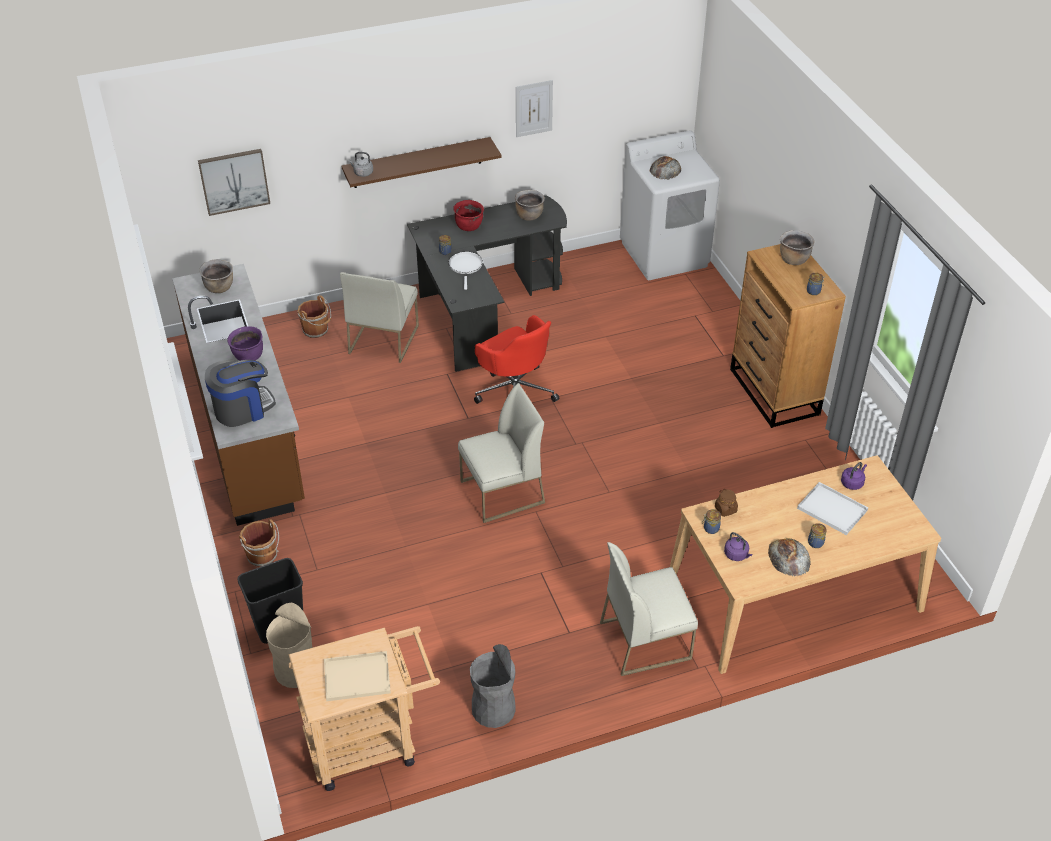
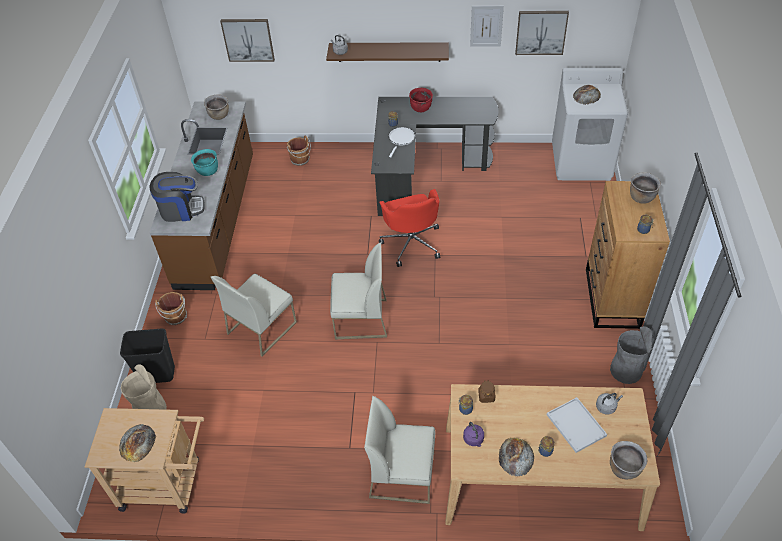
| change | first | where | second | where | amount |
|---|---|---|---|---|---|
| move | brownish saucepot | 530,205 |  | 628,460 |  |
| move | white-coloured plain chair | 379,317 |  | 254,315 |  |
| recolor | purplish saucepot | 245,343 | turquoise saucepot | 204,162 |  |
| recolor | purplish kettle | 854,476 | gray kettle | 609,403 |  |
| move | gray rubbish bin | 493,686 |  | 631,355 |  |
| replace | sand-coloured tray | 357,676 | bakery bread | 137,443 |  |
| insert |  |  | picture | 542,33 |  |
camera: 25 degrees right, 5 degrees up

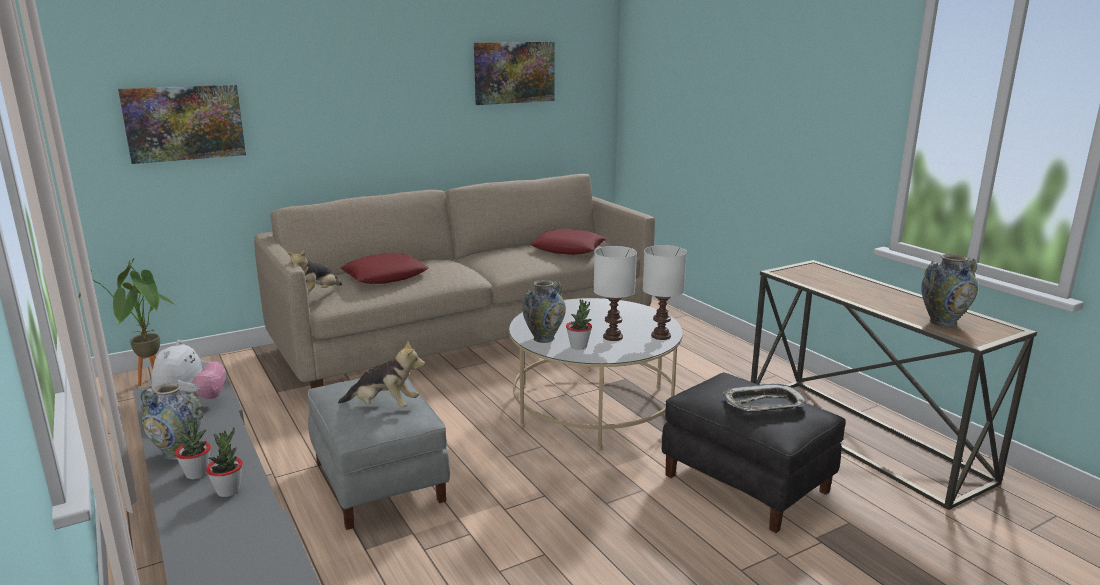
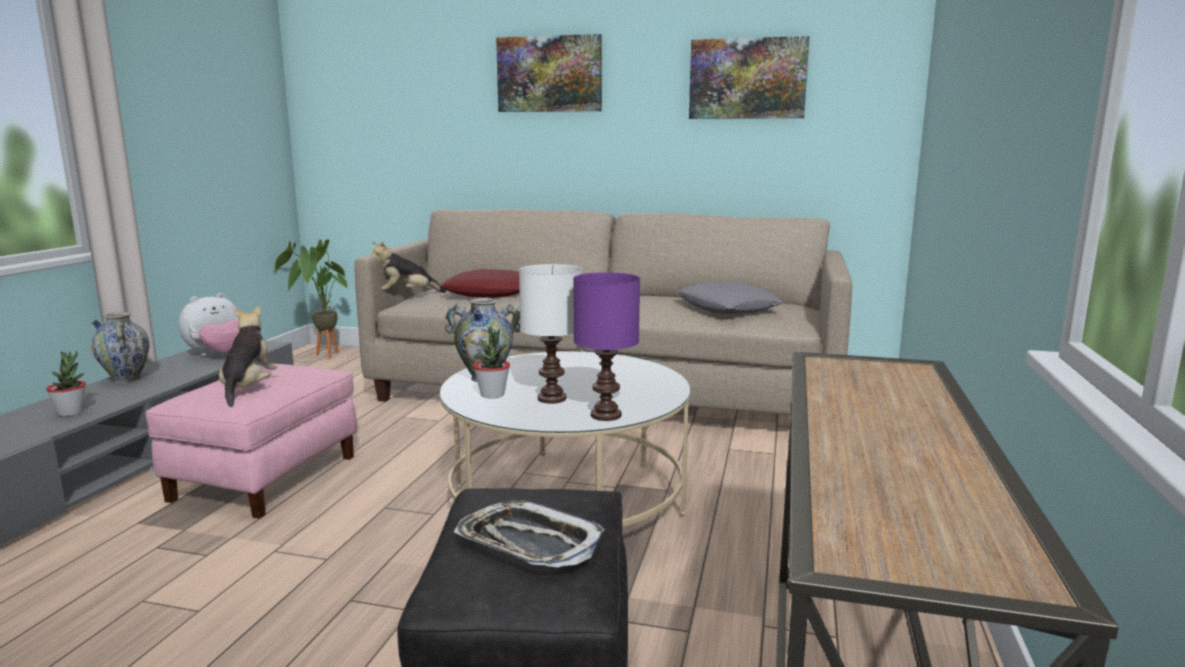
| change | first | where | second | where | amount |
|---|---|---|---|---|---|
| move | picture | 182,124 |  | 549,73 |  |
| recolor | red throw pillow | 568,242 | gray throw pillow | 731,298 |  |
| recolor | white-coloured lamp for a table | 665,292 | purplish lamp for a table | 606,346 |  |
| delete | decorative vase | 949,290 |  |  |  |
| rotate | cuddly toy | 381,374 |  | 248,357 | 150 degrees counterclockwise |
| recolor | gray footrest | 379,454 | pink footrest | 251,441 |  |
| delete | potted plant | 193,448 |  |  |  |
camera: 45 degrees right, 5 degrees down

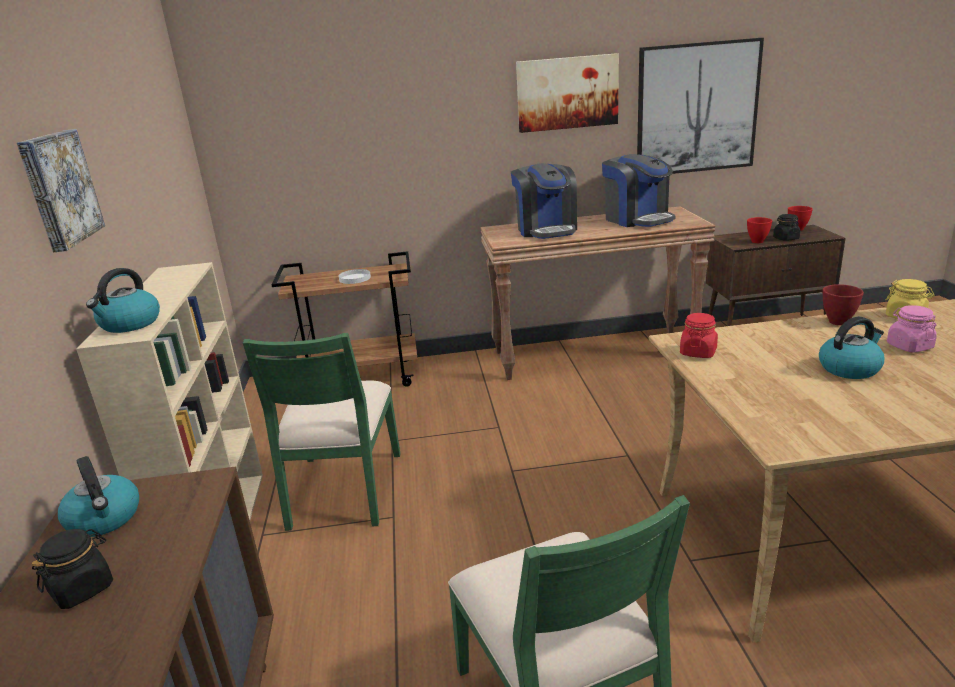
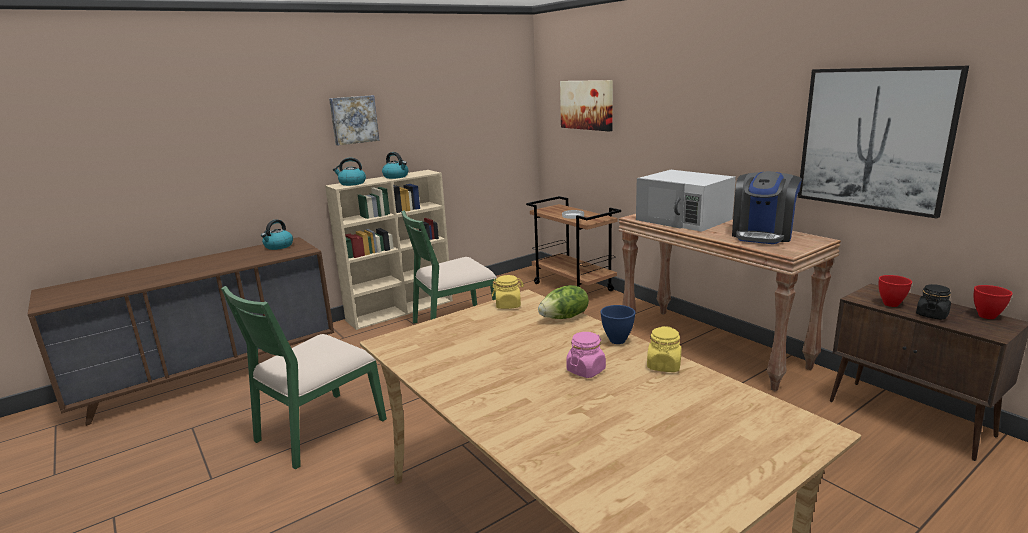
| change | first | where | second | where | amount |
|---|---|---|---|---|---|
| move | picture | 567,93 |  | 586,105 |  |
| replace | coffee brewer | 544,201 | white-coloured microwave oven | 686,201 |  |
| recolor | red bowl | 843,304 | bluish bowl | 617,324 |  |
| recolor | red preserve jar | 699,335 | yellowish preserve jar | 508,292 |  |
| move | kettle | 852,348 |  | 395,165 |  |
| delete | blackish preserve jar | 72,569 |  |  |  |
| insert |  |  | head of lettuce | 563,302 |  |
camera: 60 degrees right, 5 degrees down

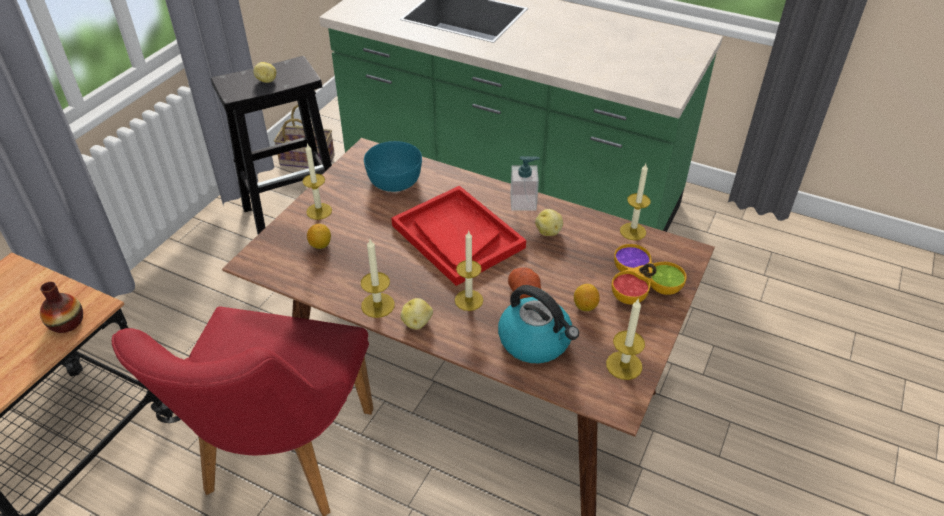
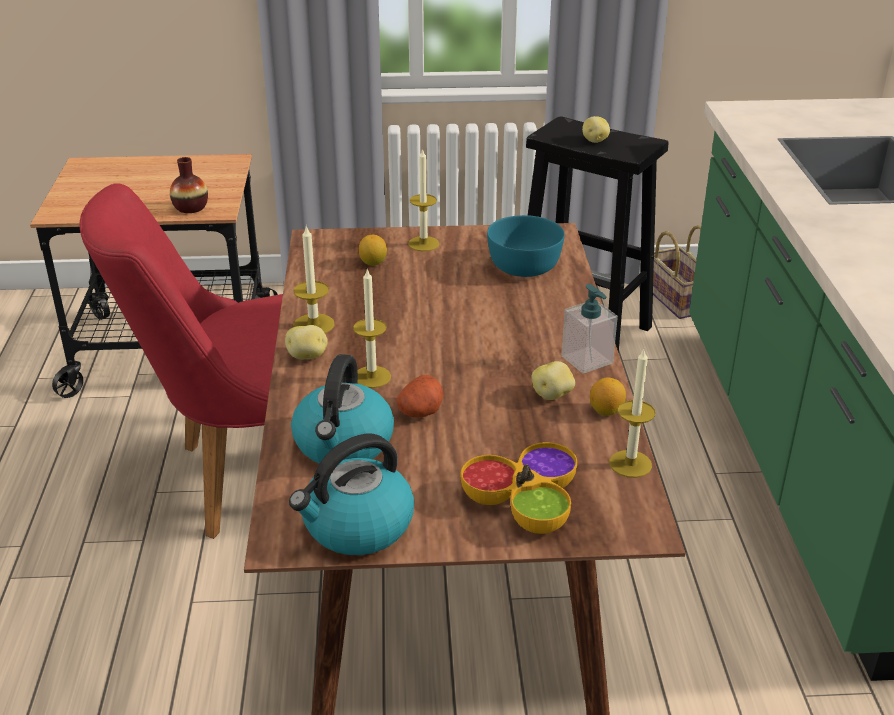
| change | first | where | second | where | amount |
|---|---|---|---|---|---|
| delete | red tray | 458,236 |  |  |  |
| move | lemon | 587,297 |  | 608,397 |  |
| replace | candle | 625,339 | kettle | 351,494 |  |
camera: 60 degrees right, 10 degrees down

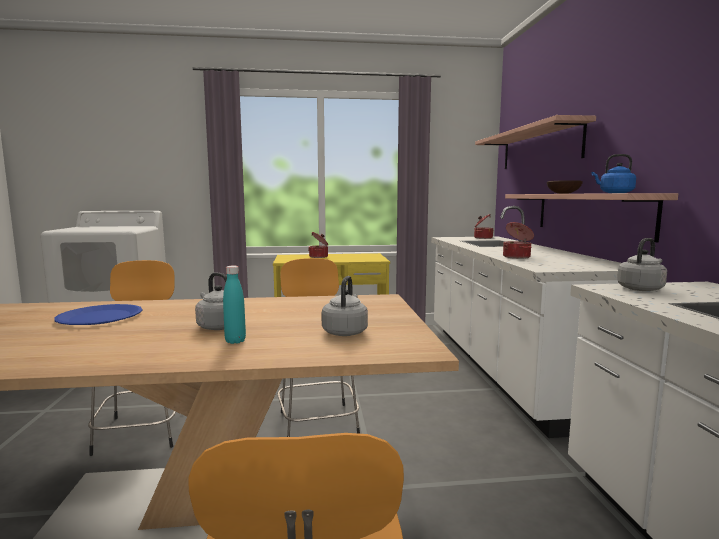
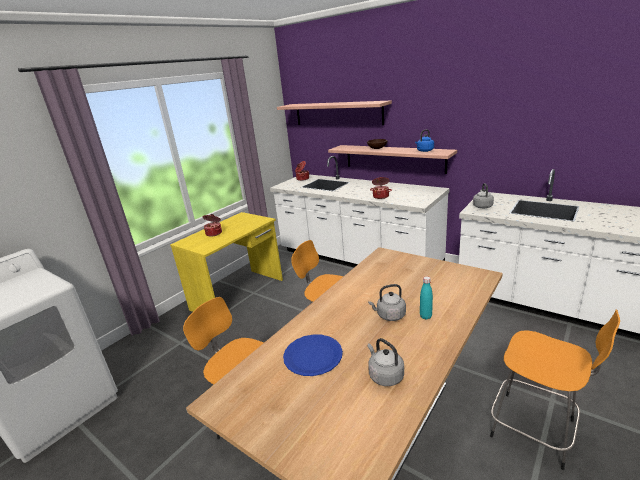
| change | first | where | second | where | amount |
|---|---|---|---|---|---|
| move | gray kettle | 344,306 |  | 385,362 |  |
camera: 45 degrees left, 15 degrees up

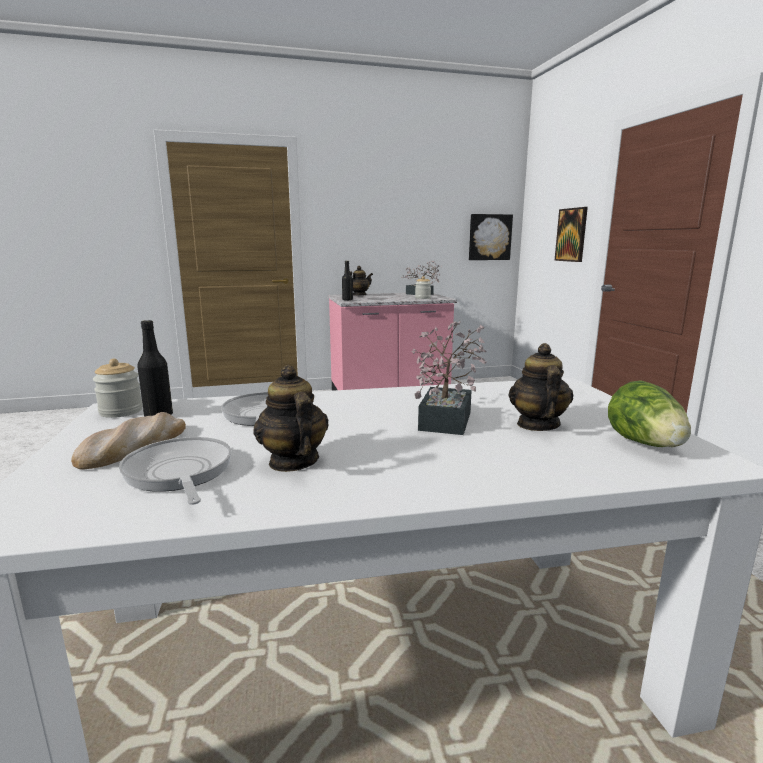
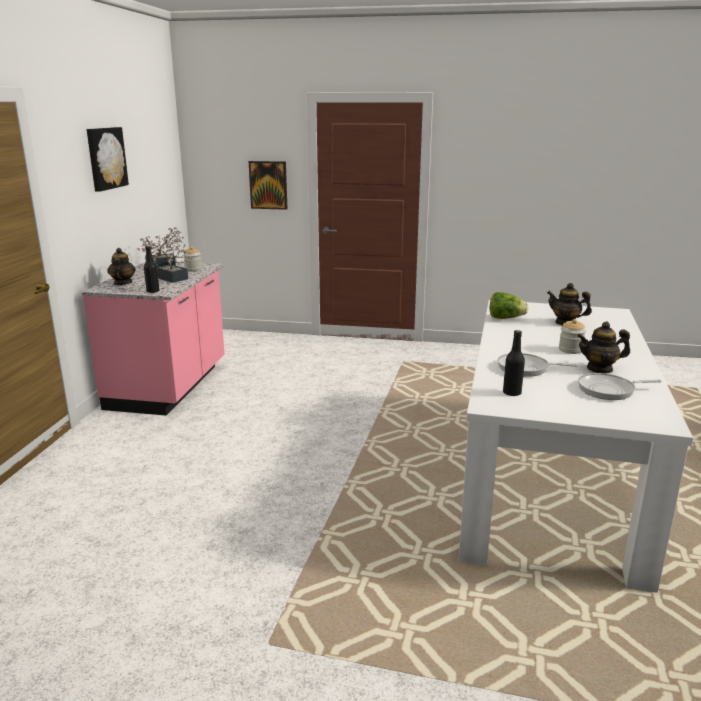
| change | first | where | second | where | amount |
|---|---|---|---|---|---|
| move | picture | 491,237 |  | 108,159 |  |
| move | potted plant | 448,378 |  | 168,259 |  |
| move | preserve jar | 118,388 |  | 572,336 |  |
| move | head of lettuce | 649,413 |  | 508,305 |  |
| delete | bakery bread | 128,441 |  |  |  |
camera: 65 degrees left, 5 degrees up

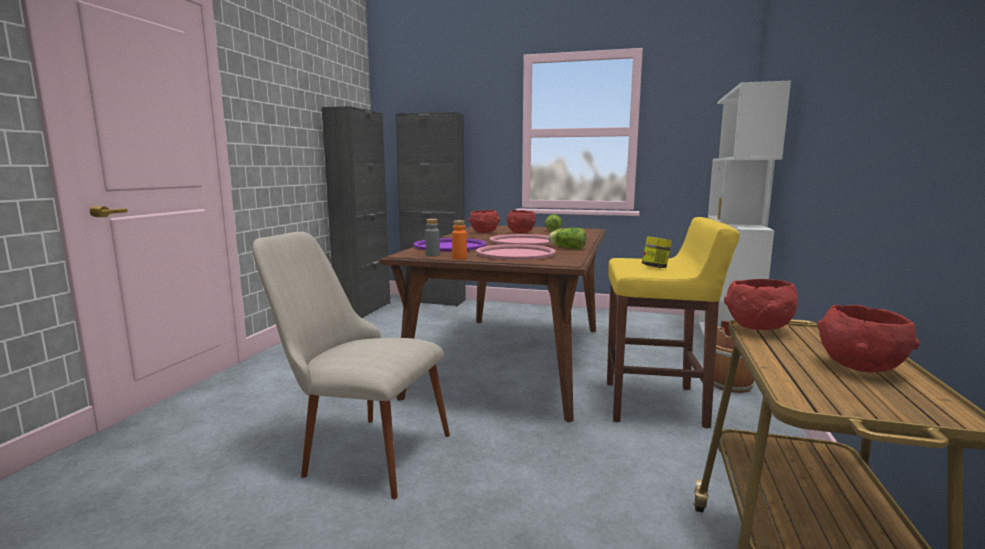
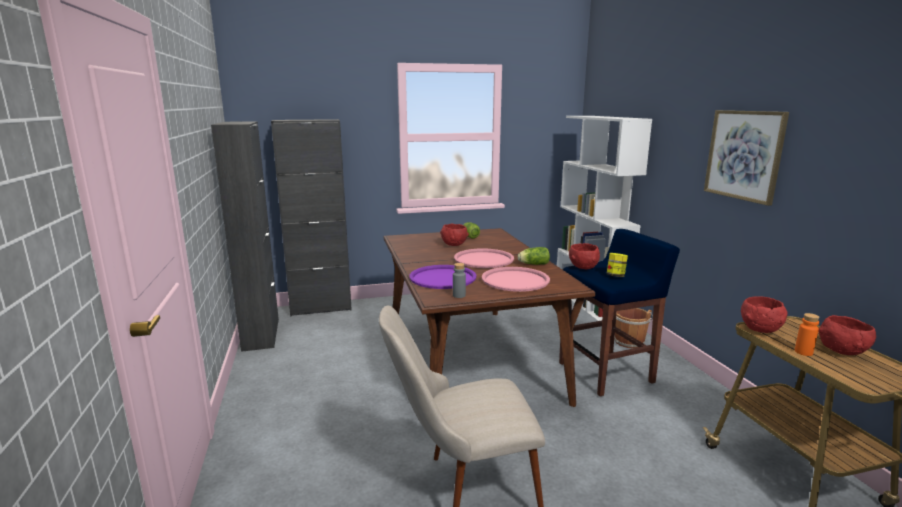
| change | first | where | second | where | amount |
|---|---|---|---|---|---|
| move | red bowl | 484,221 |  | 584,256 |  |
| recolor | yellowish sitting stool | 673,322 | bluish sitting stool | 619,312 |  |
| move | orange bottle | 459,239 |  | 807,334 |  |
| insert |  |  | picture | 746,158 |  |
camera: 30 degrees left, 5 degrees up

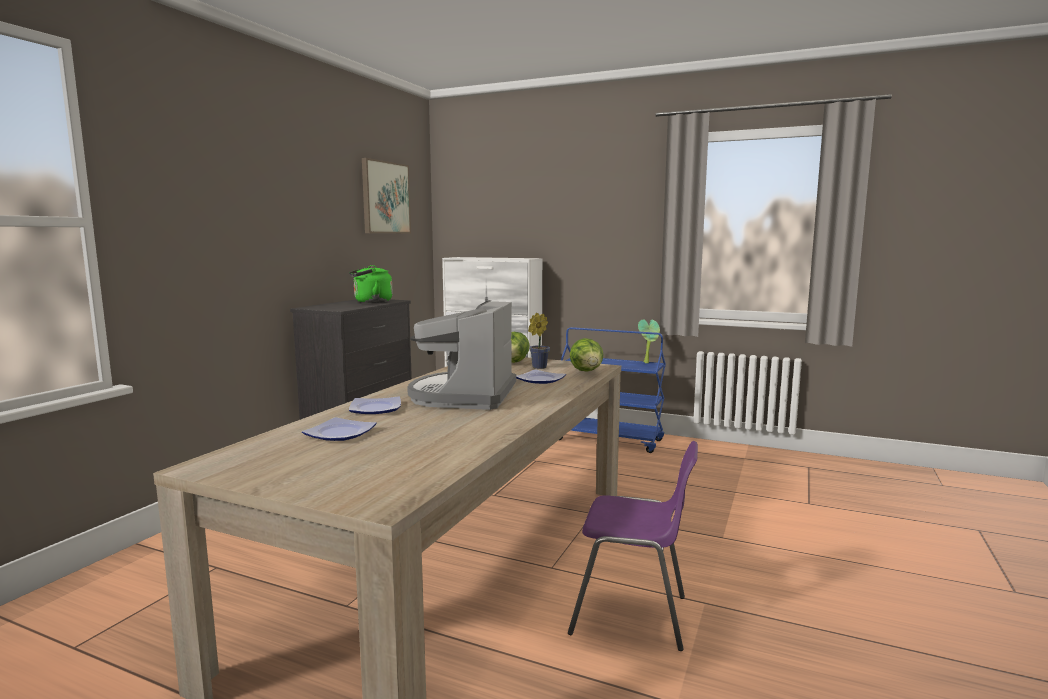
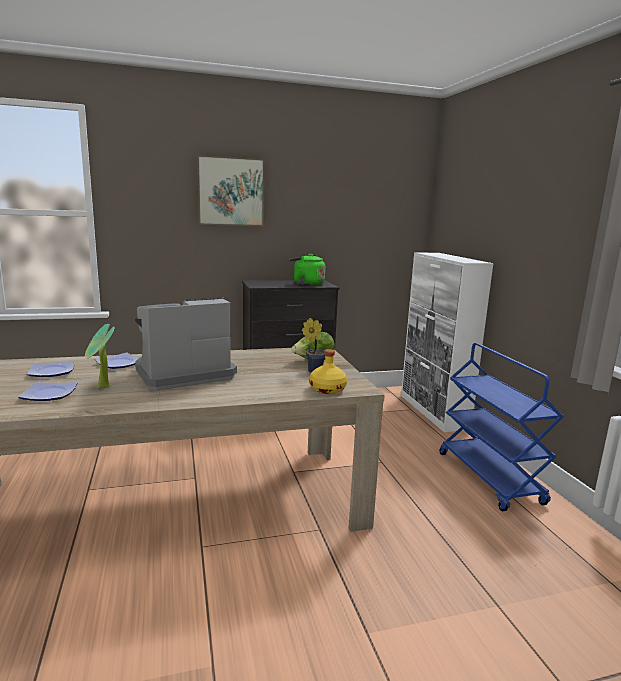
| change | first | where | second | where | amount |
|---|---|---|---|---|---|
| move | picture | 386,195 |  | 231,191 |  |
| move | potted plant | 649,341 |  | 100,356 |  |
| replace | head of lettuce | 586,355 | yellowish bottle | 328,371 |  |
| move | flat dish | 541,376 |  | 48,391 |  |
| delete | purplish plain chair | 633,546 |  |  |  |
camera: 50 degrees right, 5 degrees up

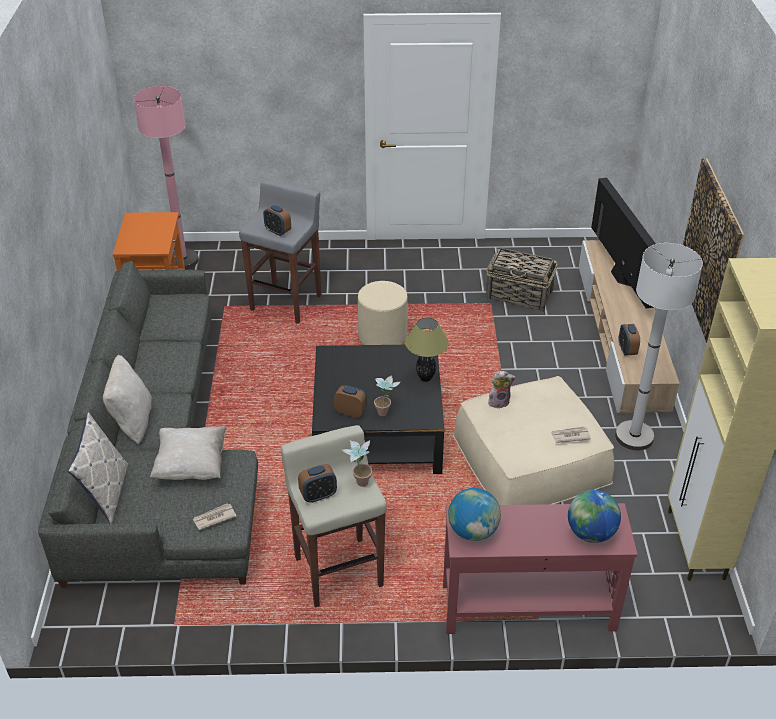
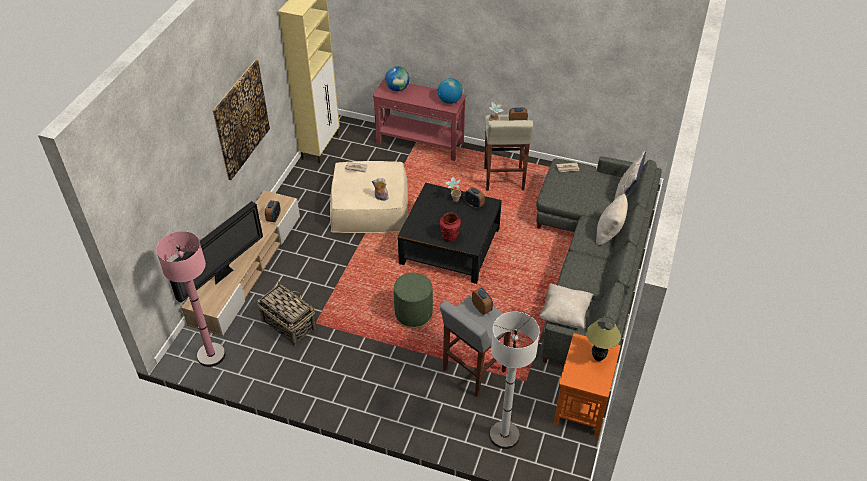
| change | first | where | second | where | amount |
|---|---|---|---|---|---|
| move | pink standard lamp | 166,177 |  | 191,299 |  |
| rotate | TV set | 623,243 |  | 216,252 | 150 degrees counterclockwise |
| move | white-coloured standard lamp | 659,347 |  | 515,380 |  |
| recolor | sand-coloured footrest | 383,313 | green-coloured footrest | 413,300 |  |
| move | lamp for a table | 427,349 |  | 603,339 |  |
| move | sand-coloured throw pillow | 188,453 |  | 566,306 |  |
| insert |  |  | red decorative vase | 450,227 |  |
camera: 160 degrees left, 5 degrees up

